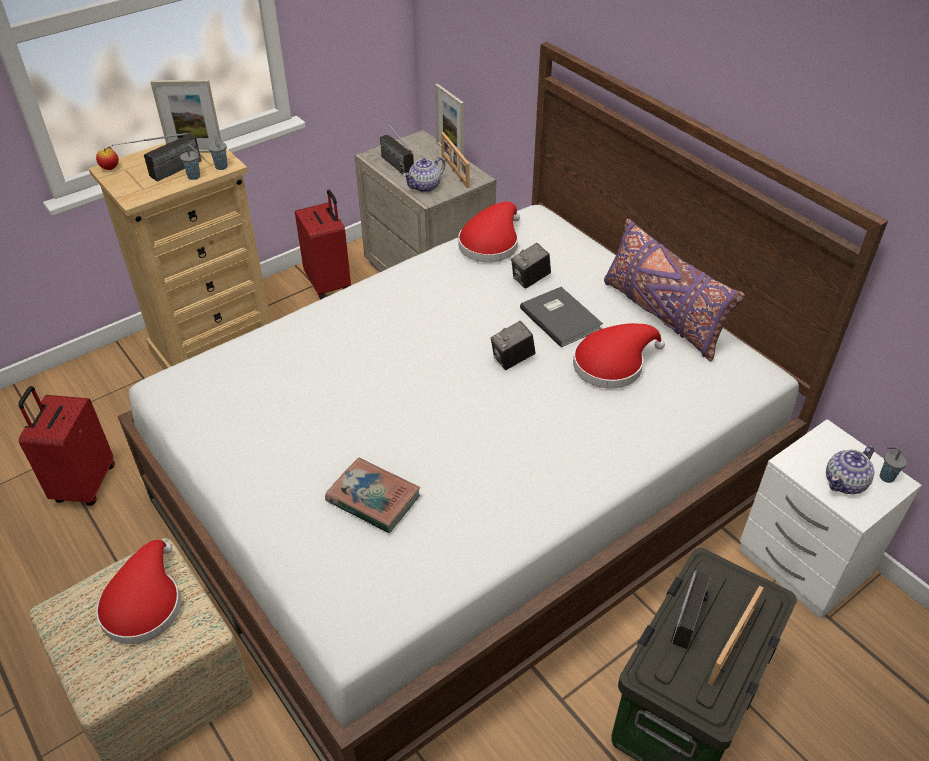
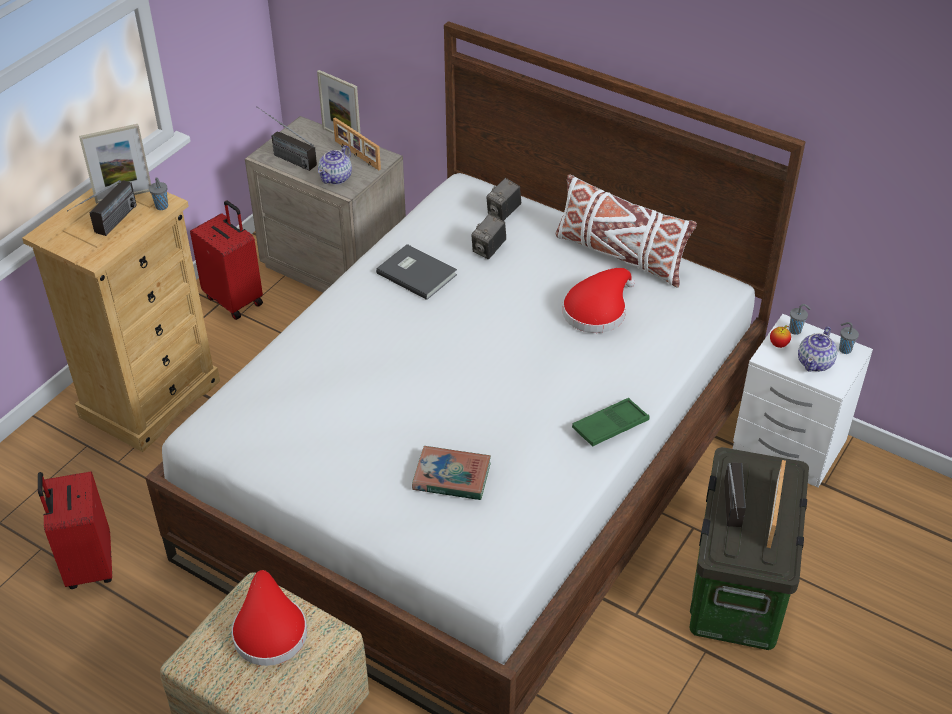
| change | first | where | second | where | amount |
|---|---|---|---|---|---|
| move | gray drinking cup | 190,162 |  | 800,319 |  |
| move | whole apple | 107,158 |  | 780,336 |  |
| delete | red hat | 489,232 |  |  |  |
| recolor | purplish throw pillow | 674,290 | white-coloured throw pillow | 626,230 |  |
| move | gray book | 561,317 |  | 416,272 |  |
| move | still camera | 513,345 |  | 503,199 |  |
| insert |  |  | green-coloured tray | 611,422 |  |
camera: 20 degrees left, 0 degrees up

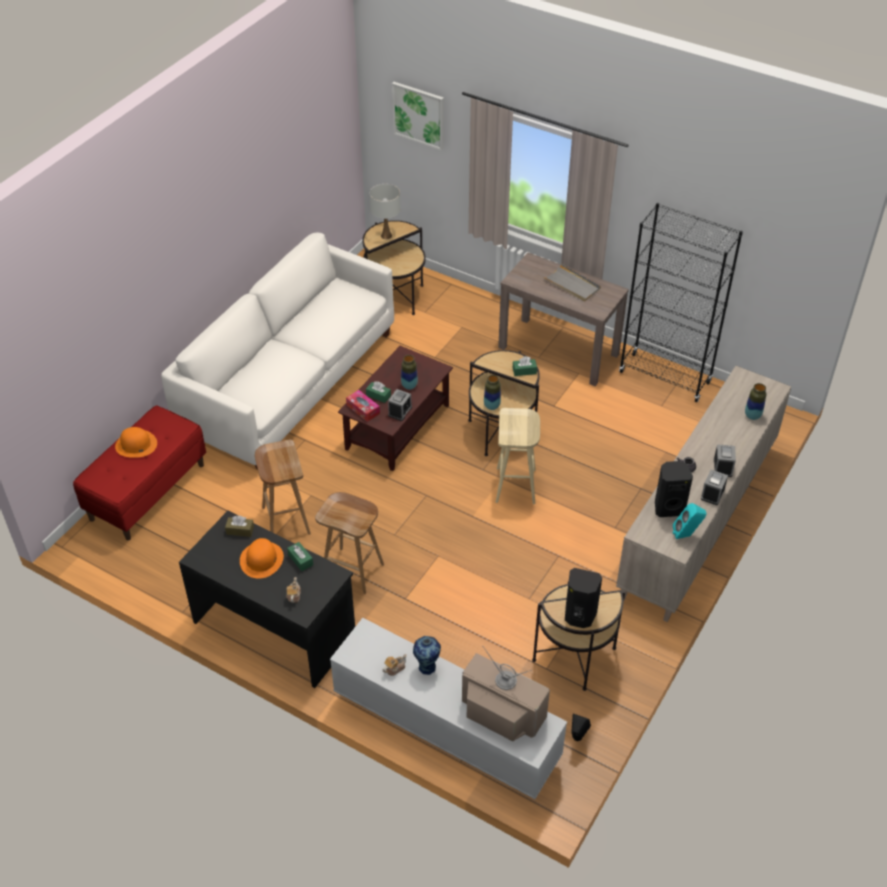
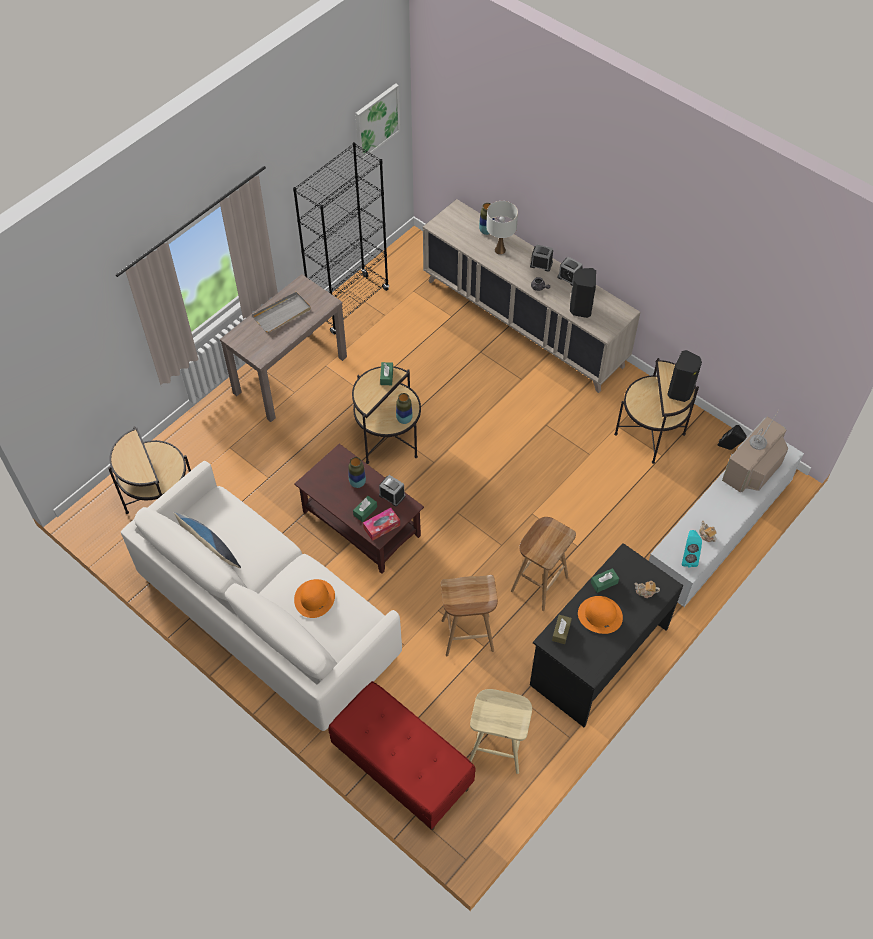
| change | first | where | second | where | amount |
|---|---|---|---|---|---|
| move | picture | 418,116 |  | 377,122 |  |
| move | white-coloured lamp for a table | 385,211 |  | 502,228 |  |
| move | sand-coloured sitting stool | 518,456 |  | 500,731 |  |
| move | orange hat | 136,442 |  | 314,598 |  |
| move | turquoise speaker | 689,521 |  | 692,549 |  |
| delete | decorative vase | 427,655 |  |  |  |
| insert |  |  | throw pillow | 207,540 |  |
camera: 80 degrees left, 10 degrees up

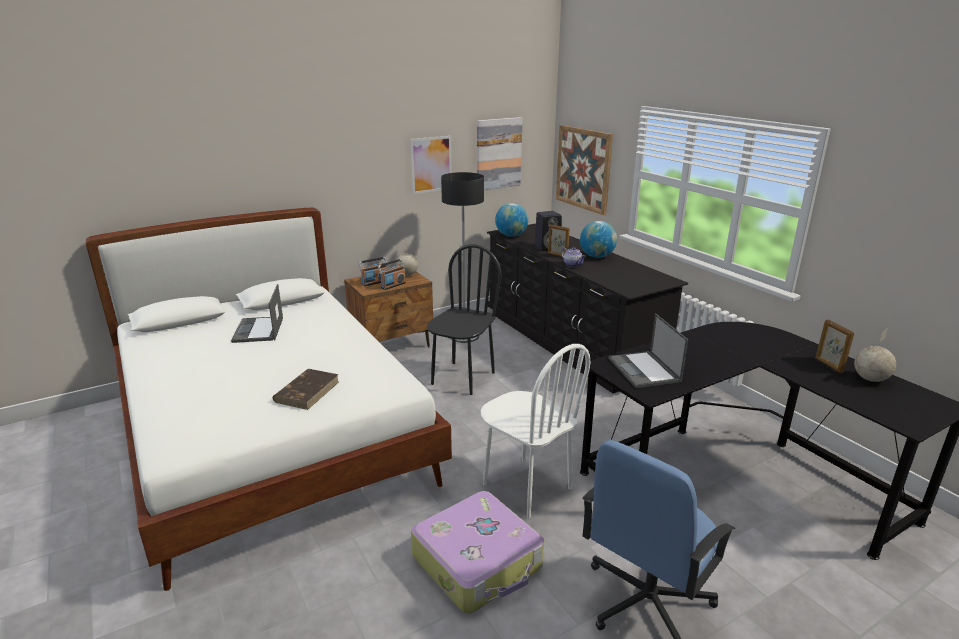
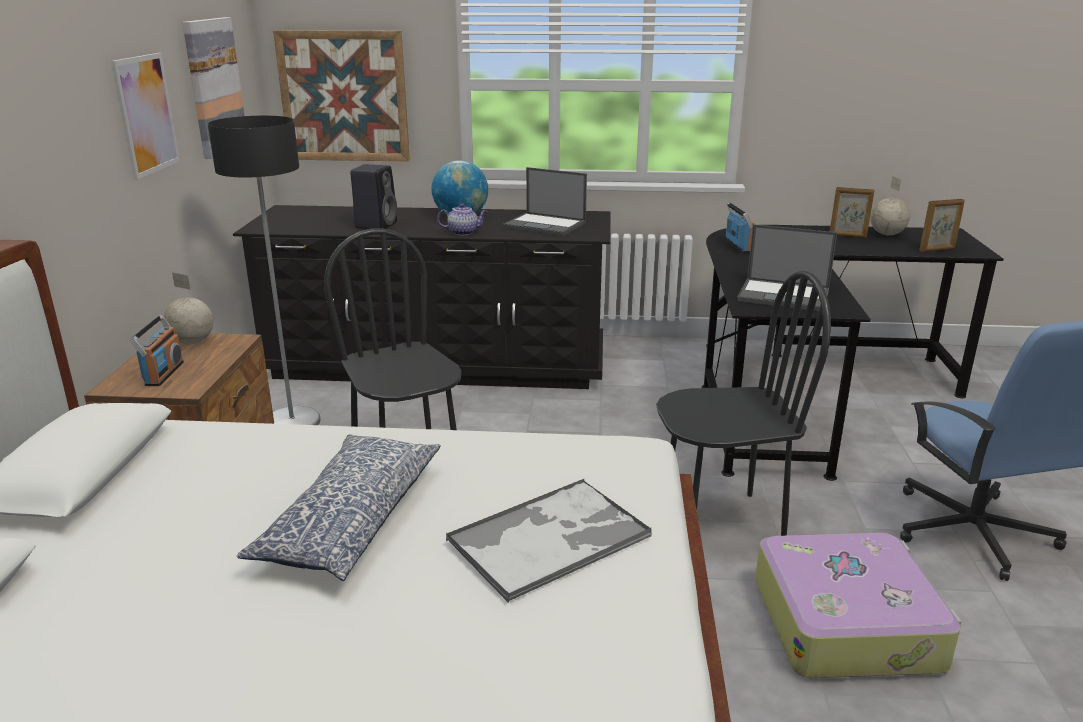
| change | first | where | second | where | amount |
|---|---|---|---|---|---|
| delete | world globe | 512,220 |  |  |  |
| move | standing frame | 559,240 |  | 942,225 |  |
| move | radio receiver | 392,274 |  | 740,227 |  |
| move | notebook computer | 257,313 |  | 544,201 |  |
| recolor | white-coloured plain chair | 535,431 | blackish plain chair | 743,403 |  |
| replace | brownish book | 306,389 | tray | 549,541 |  |
| insert |  |  | throw pillow | 339,507 |  |
camera: 55 degrees left, 0 degrees up

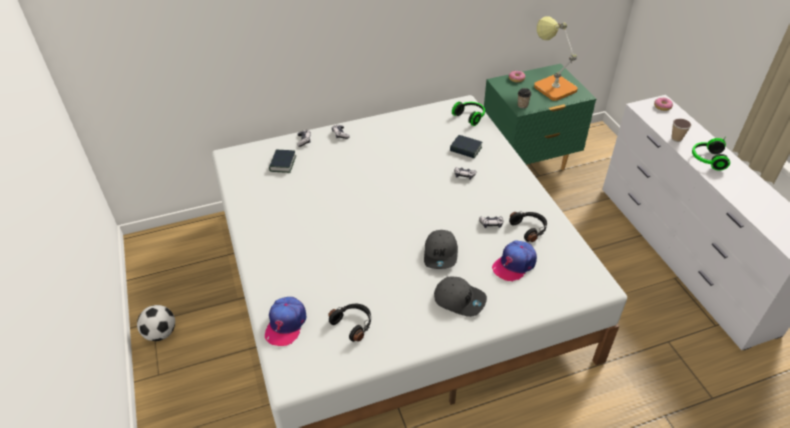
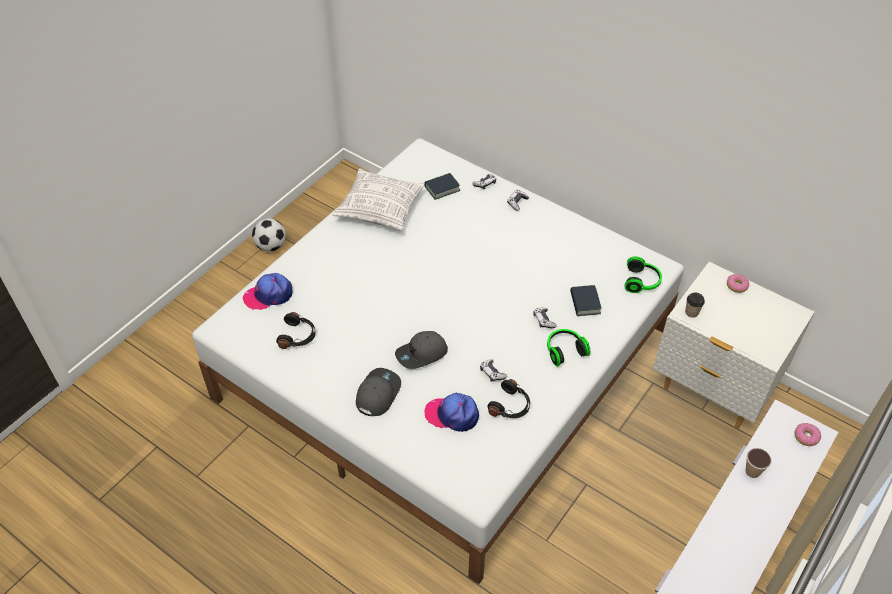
| change | first | where | second | where | amount |
|---|---|---|---|---|---|
| delete | lamp for a table | 556,59 |  |  |  |
| recolor | green-coloured nightstand | 540,117 | white-coloured nightstand | 733,345 |  |
| move | headset | 711,154 |  | 568,348 |  |
| rotate | gray baseball cap | 460,297 |  | 378,392 | 150 degrees counterclockwise |
| insert |  |  | throw pillow | 378,200 |  |
camera: 55 degrees right, 5 degrees up

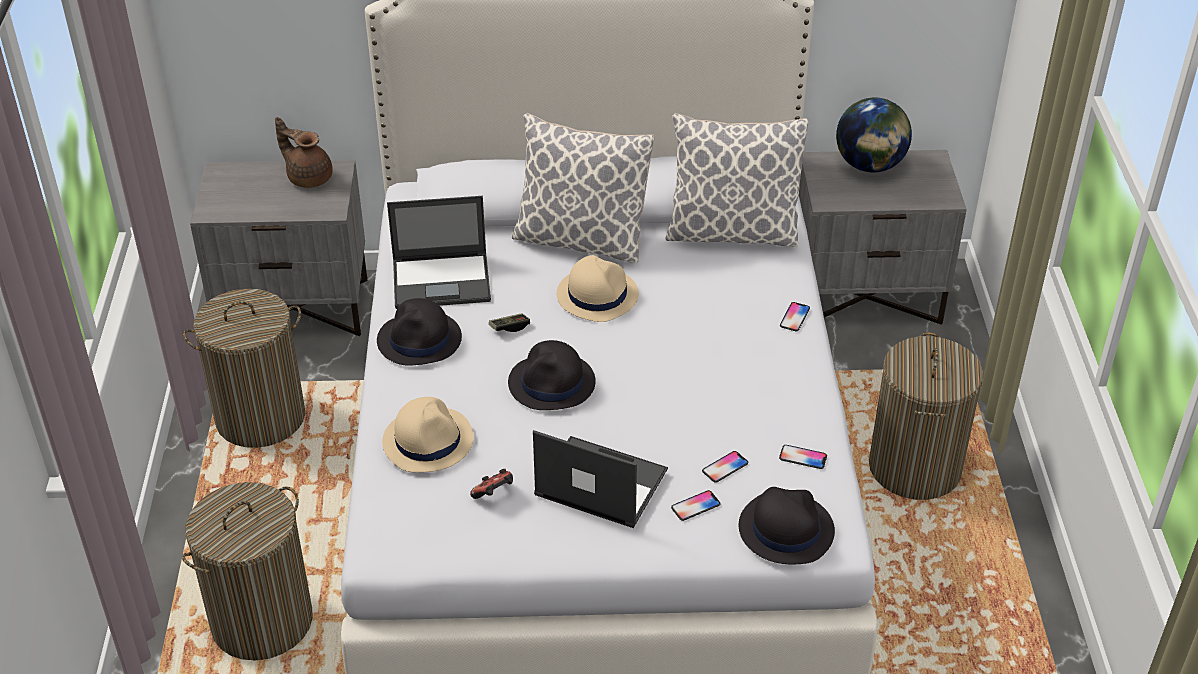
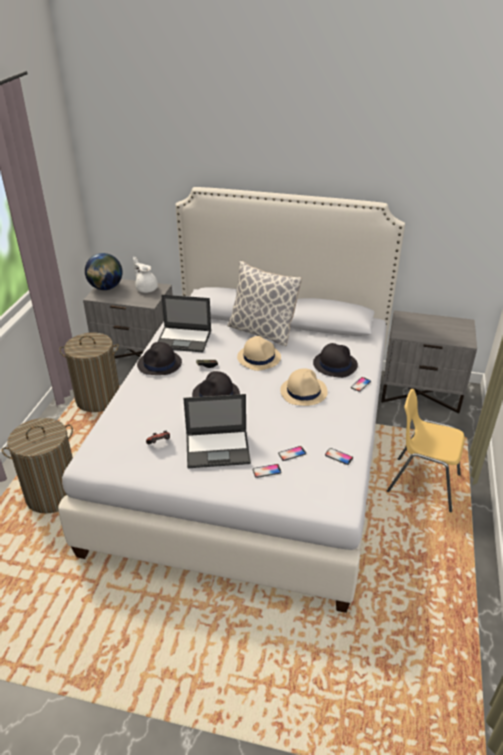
| change | first | where | second | where | amount |
|---|---|---|---|---|---|
| move | world globe | 874,135 |  | 104,271 |  |
| delete | throw pillow | 737,180 |  |  |  |
| recolor | brownish tea pot | 304,152 | white-coloured tea pot | 145,275 |  |
| replace | hamper | 926,416 | yellowish plain chair | 426,450 |  |
| move | sand-coloured hat | 428,435 |  | 304,387 |  |
| rotate | notebook computer | 600,479 |  | 217,431 | 135 degrees clockwise |
| move | blackish hat | 787,525 |  | 335,360 |  |
camera: 15 degrees right, 5 degrees down

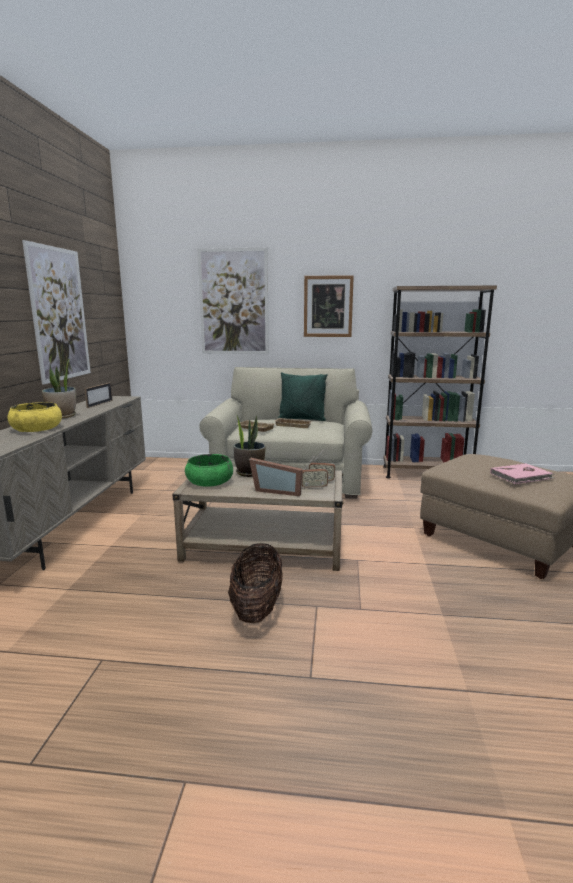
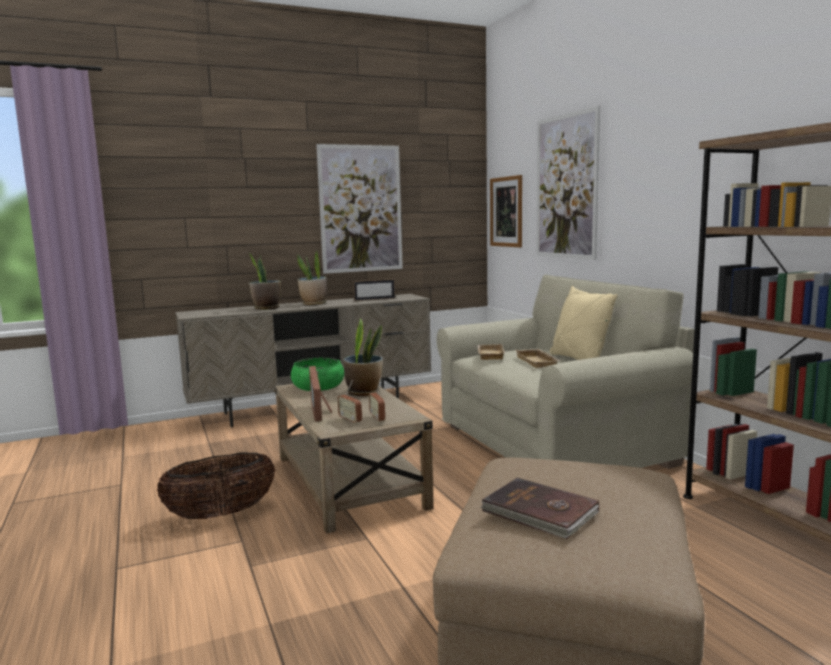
| change | first | where | second | where | amount |
|---|---|---|---|---|---|
| move | picture | 329,306 |  | 506,211 |  |
| recolor | green-coloured throw pillow | 303,396 | sand-coloured throw pillow | 584,323 |  |
| replace | yellowish bowl | 34,417 | potted plant | 265,281 |  |
| recolor | pink book | 522,473 | brownish book | 539,508 |  |
camera: 60 degrees right, 5 degrees down

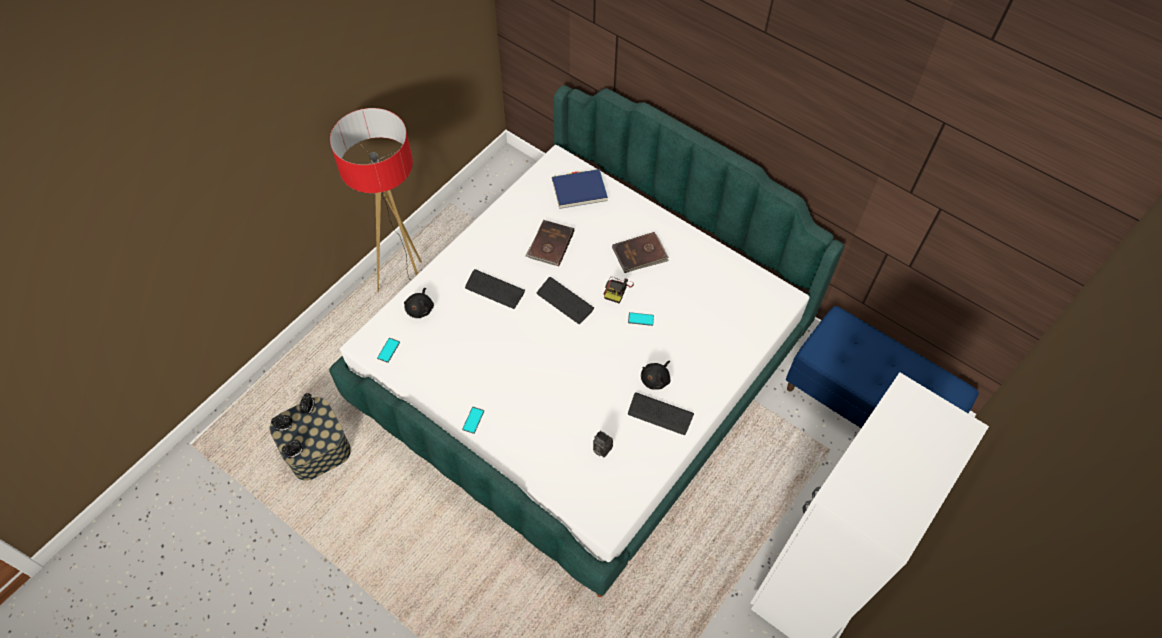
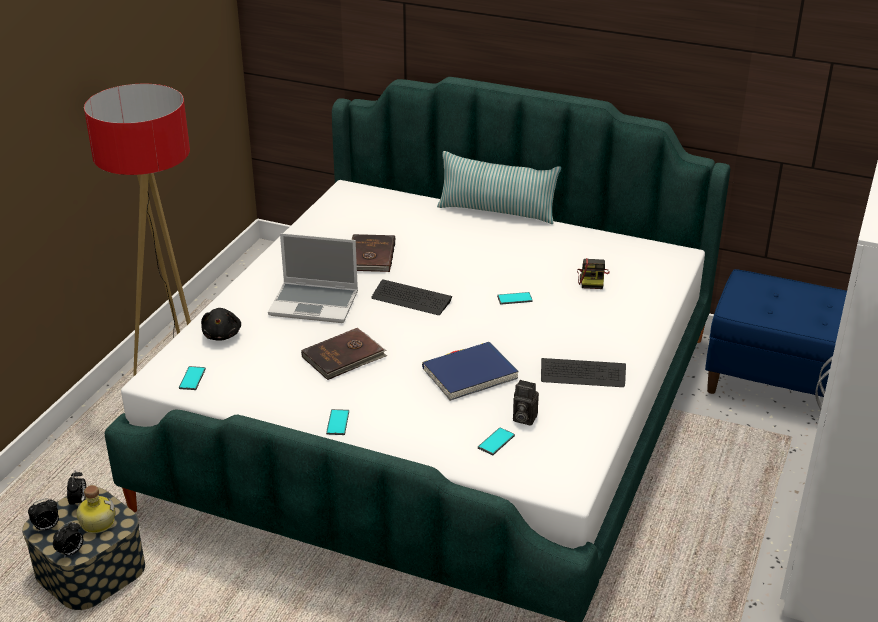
| change | first | where | second | where | amount |
|---|---|---|---|---|---|
| move | bluish book | 580,189 |  | 470,371 |  |
| move | brownish book | 640,252 |  | 344,354 |  |
| replace | computer keyboard | 495,289 | notebook computer | 313,278 |  |
| move | still camera | 619,290 |  | 593,273 |  |
| delete | blackish cuddly toy | 656,375 |  |  |  |
| insert |  |  | throw pillow | 499,187 |  |
| insert |  |  | phone | 496,441 |  |
| insert |  |  | bottle | 96,509 |  |
camera: 15 degrees left, 25 degrees down

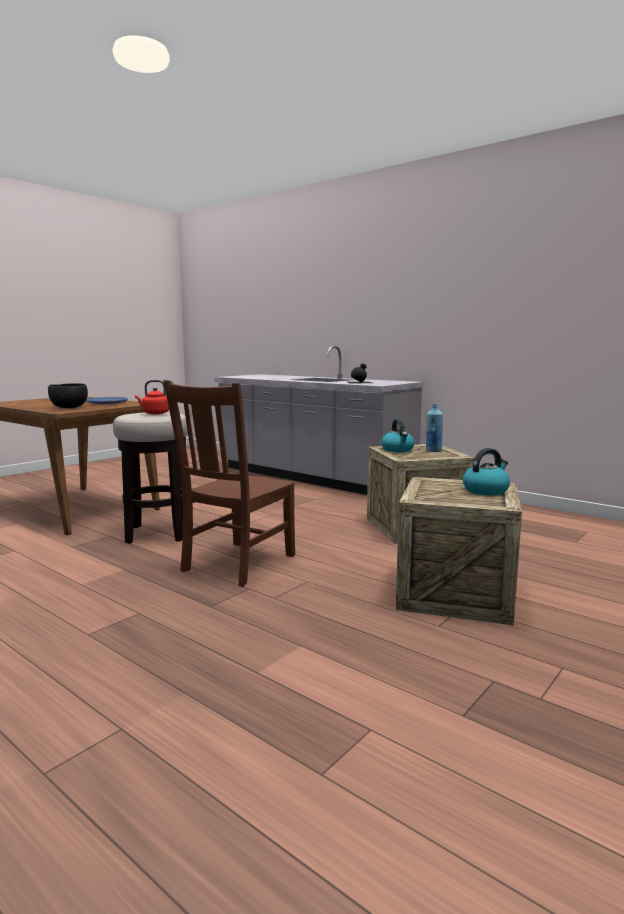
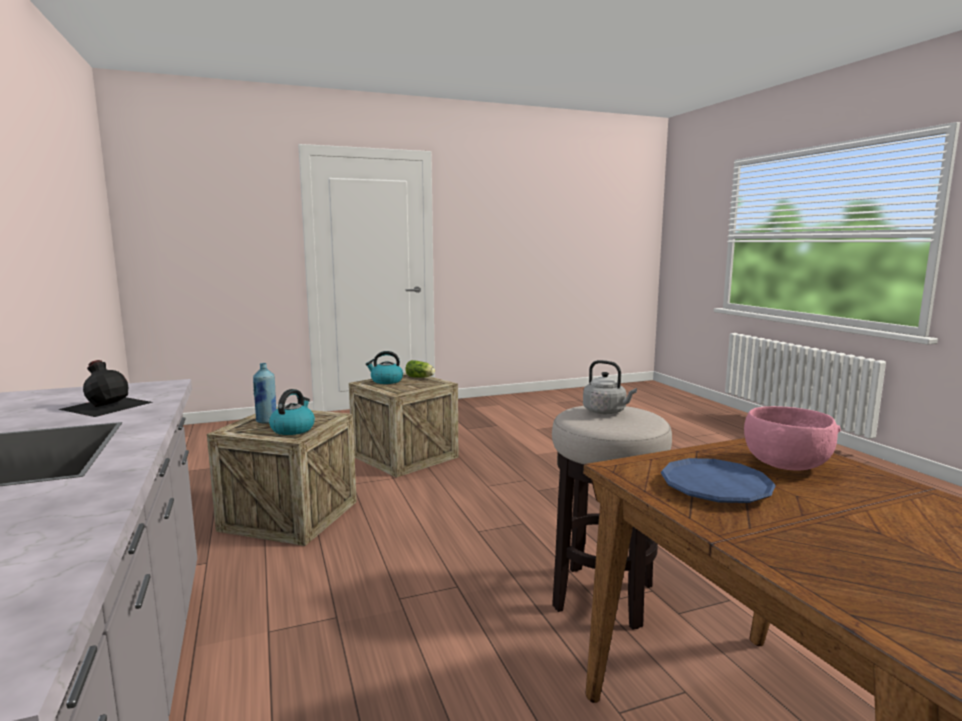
| change | first | where | second | where | amount |
|---|---|---|---|---|---|
| recolor | red kettle | 152,397 | gray kettle | 610,387 |  |
| delete | brownish plain chair | 229,483 |  |  |  |
| recolor | blackish bowl | 68,395 | pink bowl | 792,438 |  |
| insert |  |  | head of lettuce | 420,369 |  |
camera: 150 degrees left, 0 degrees up

